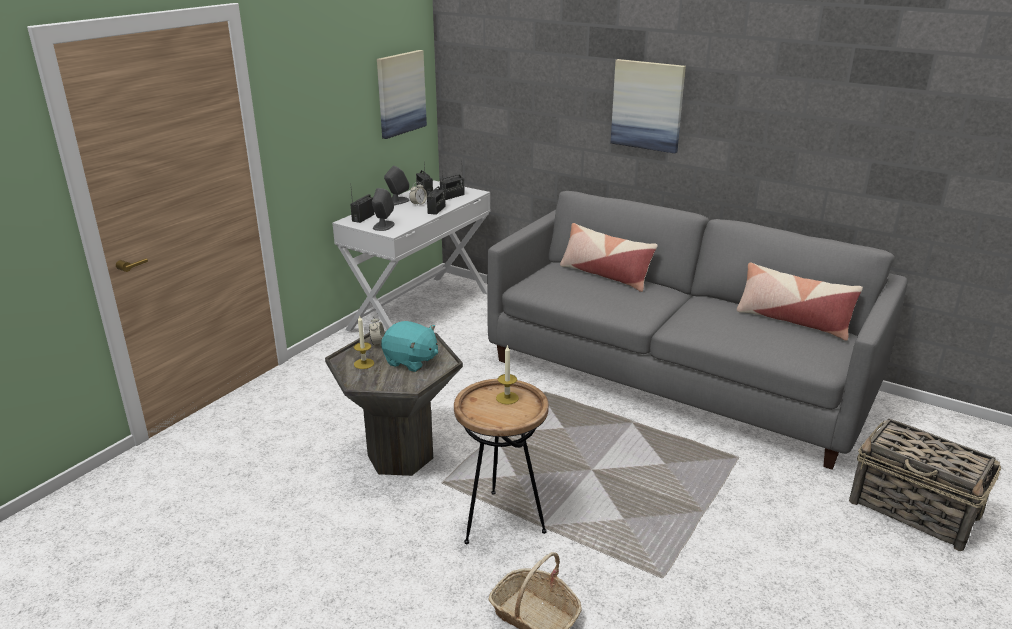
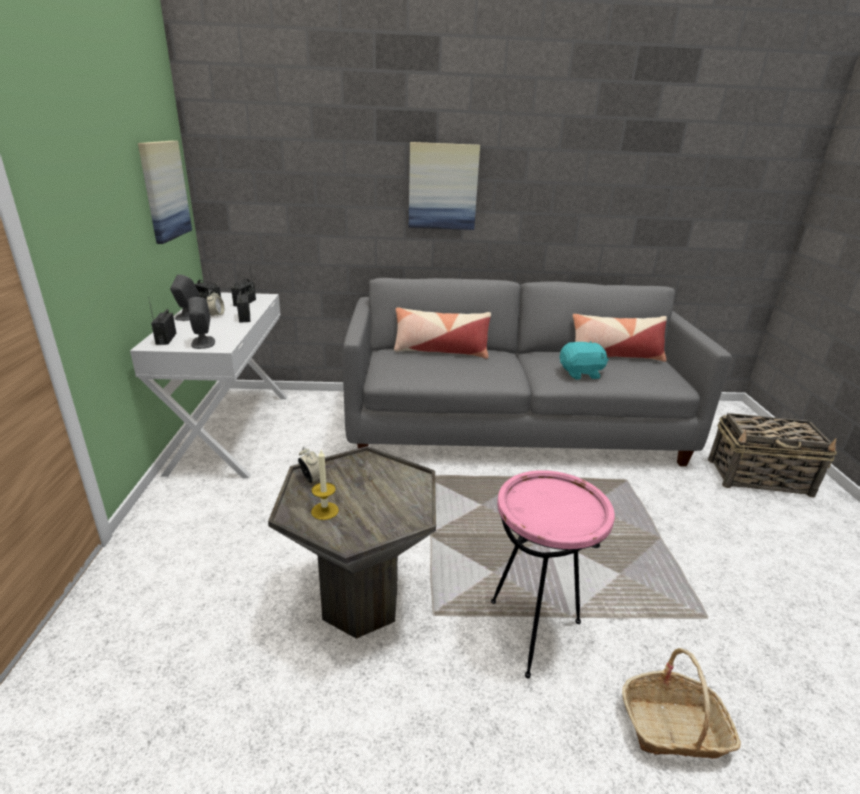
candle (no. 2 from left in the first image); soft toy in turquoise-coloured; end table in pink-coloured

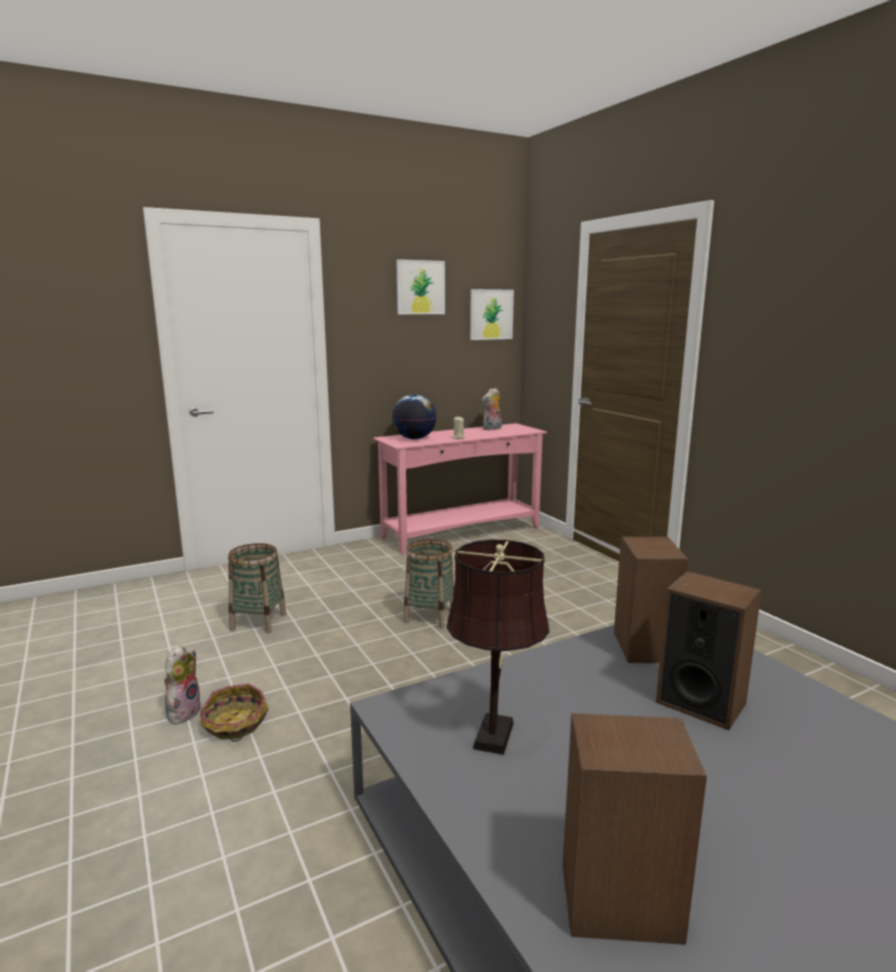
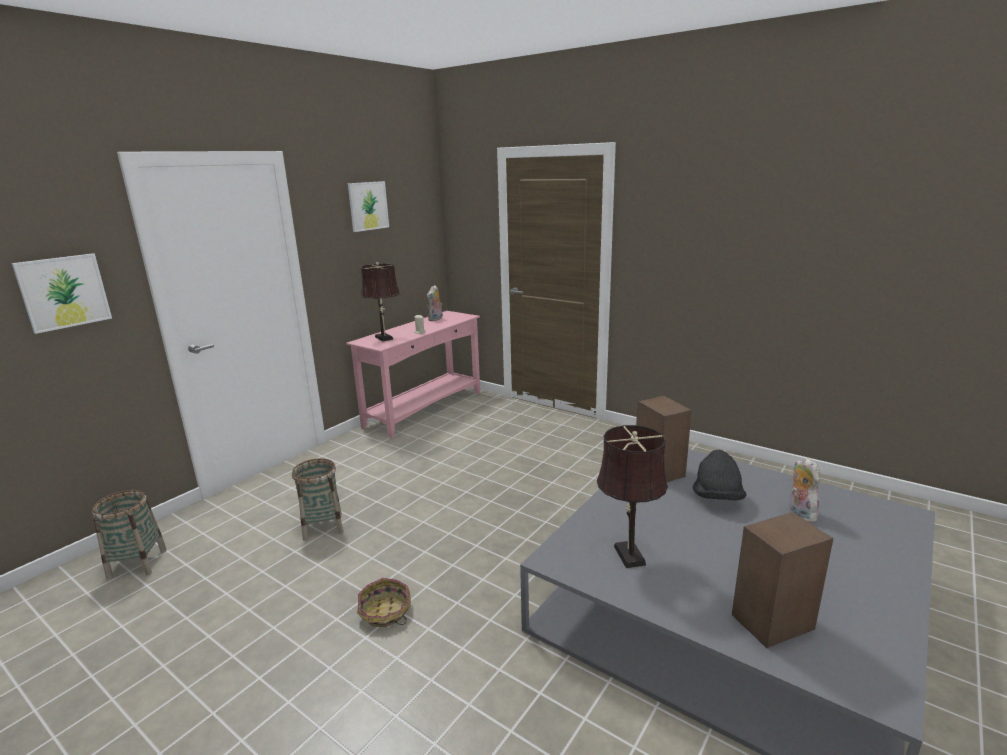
soft toy (no. 2 from left); household basket (no. 1 from left); picture (no. 1 from left); table lamp in brown (no. 1 from left); clothing hat in black

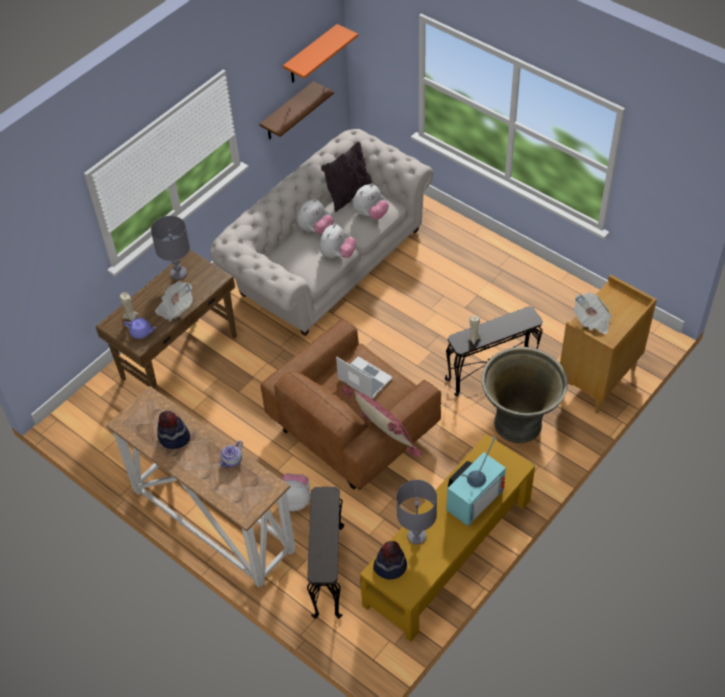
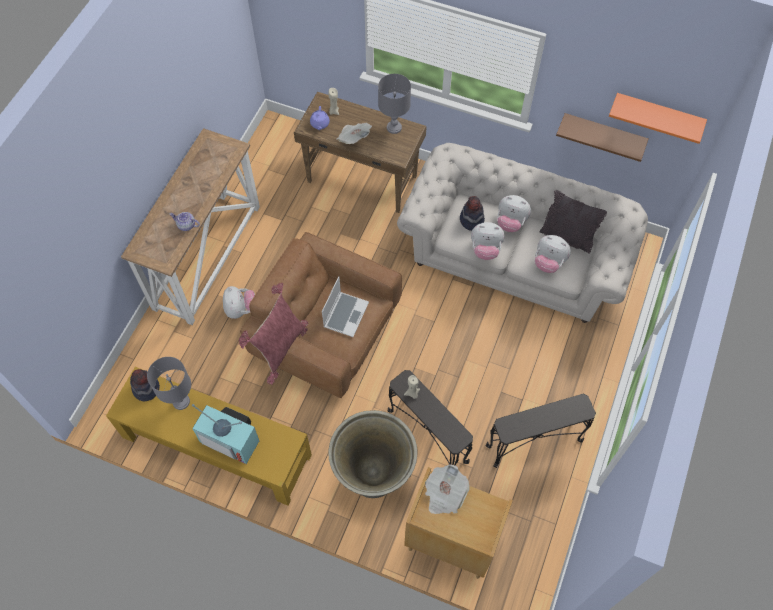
clothing hat (no. 2 from left); end table in black (no. 2 from left)

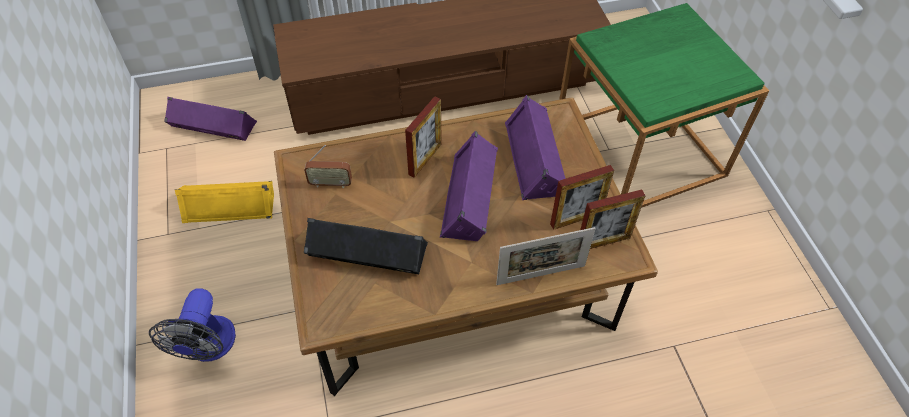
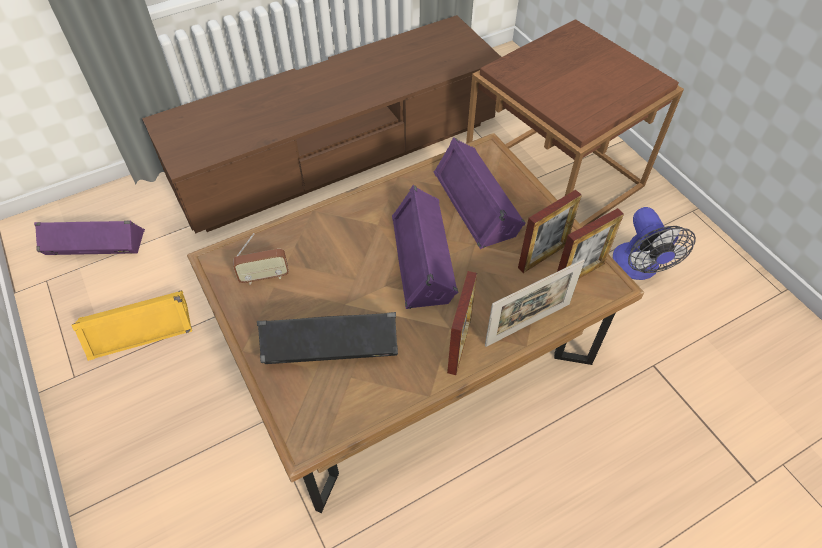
cooling fan; standing frame (no. 1 from left); end table in brown

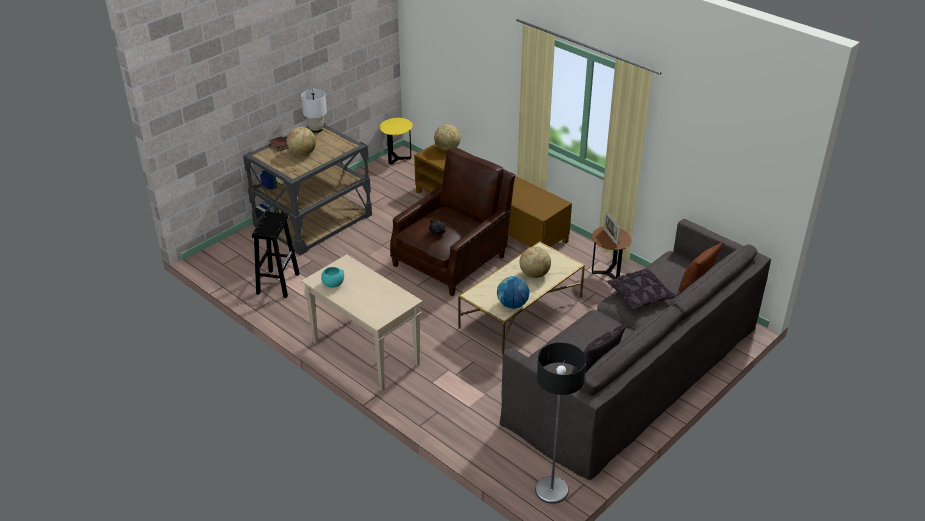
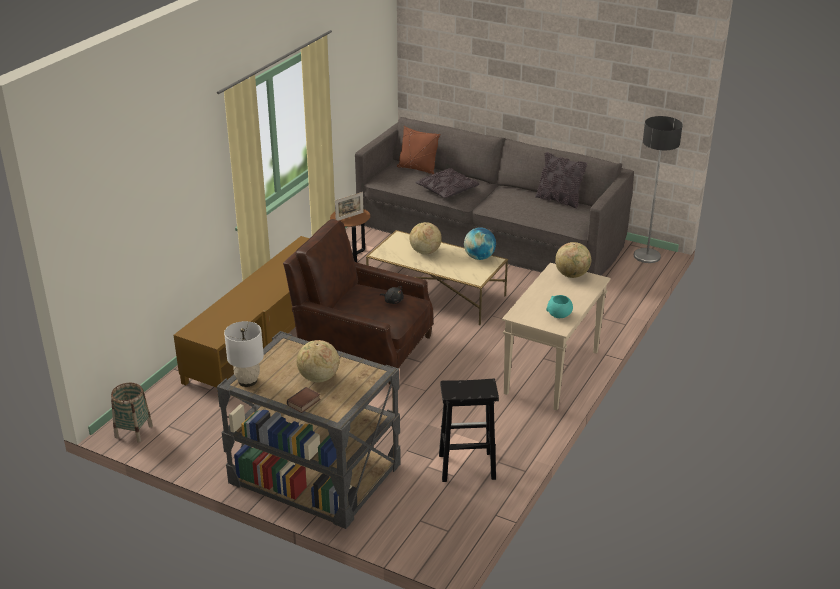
world globe (no. 4 from left); household basket

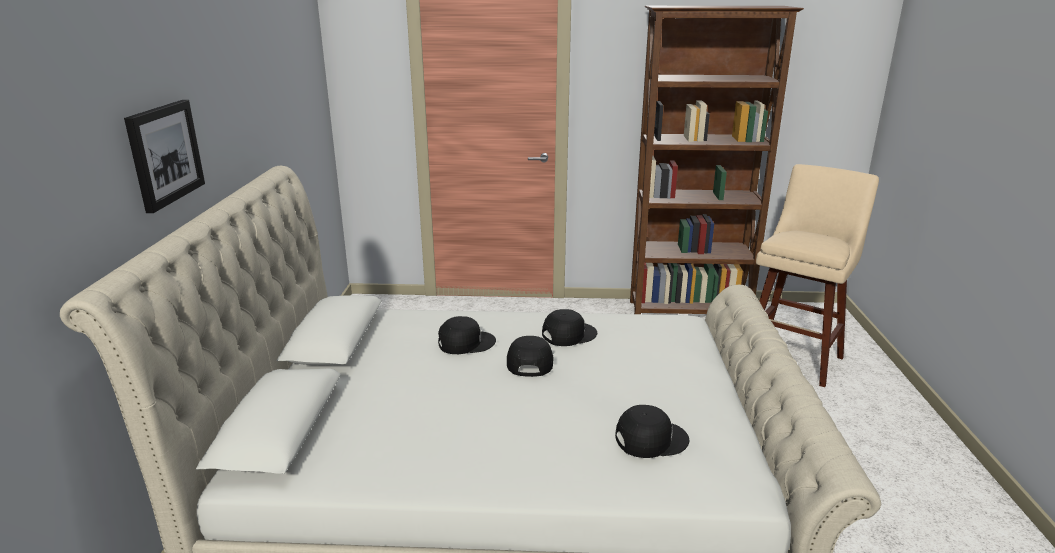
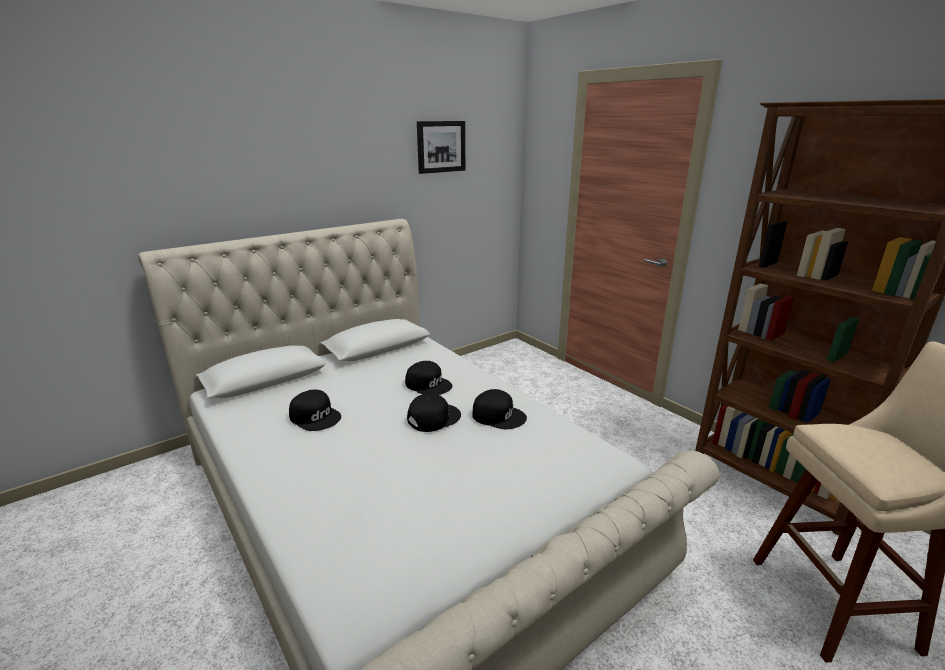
picture; peaked cap in black (no. 1 from left)

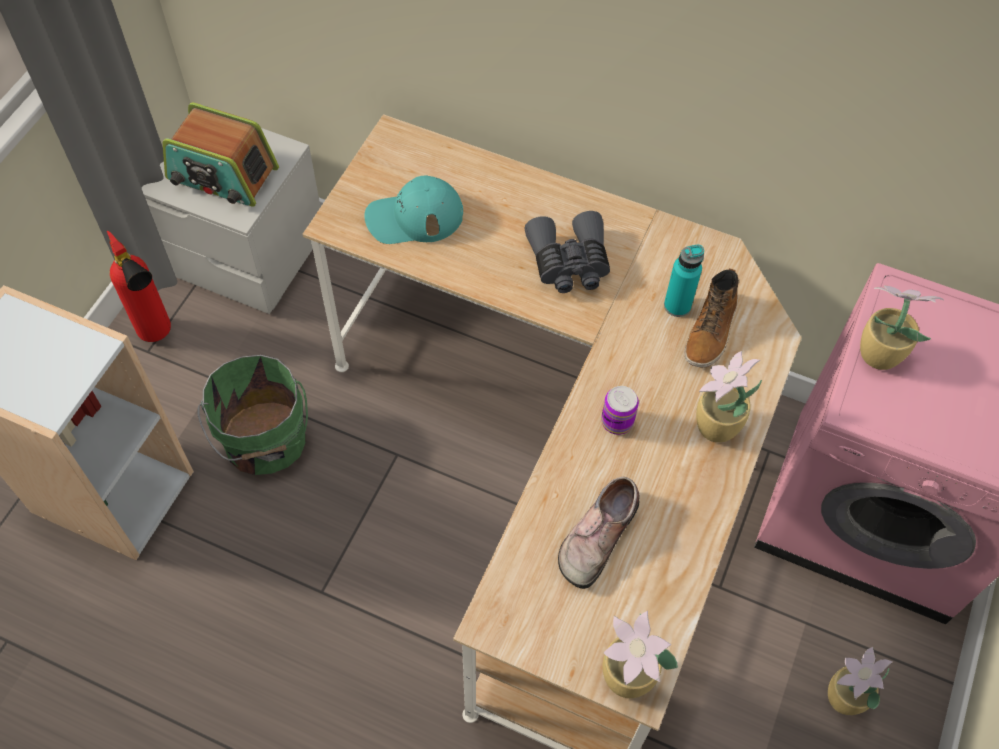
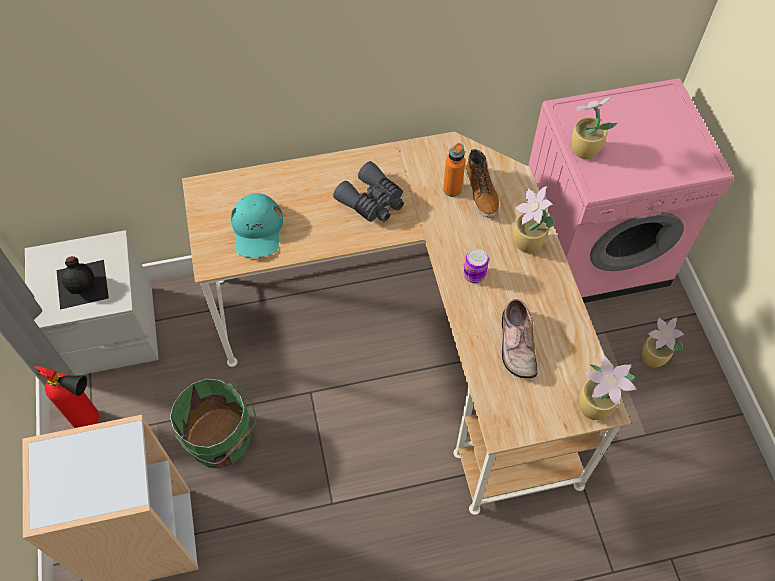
bottle in black; bottle in orangey; peaked cap in turquoise-coloured

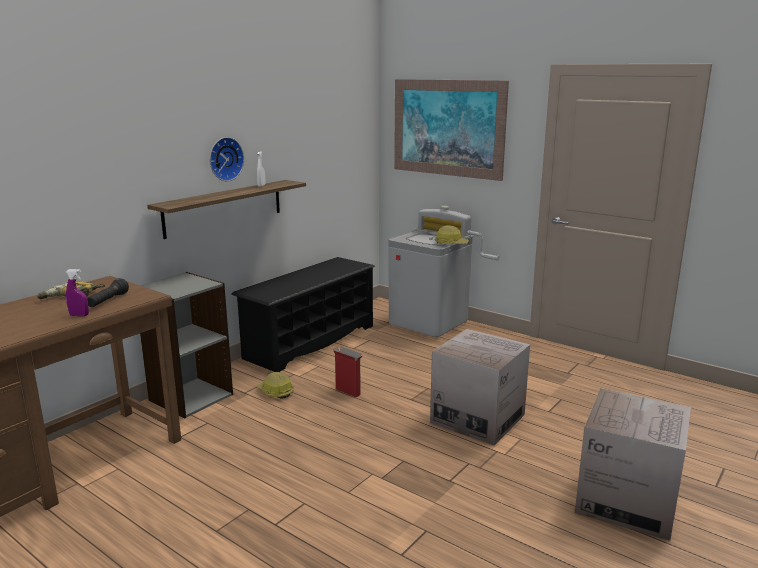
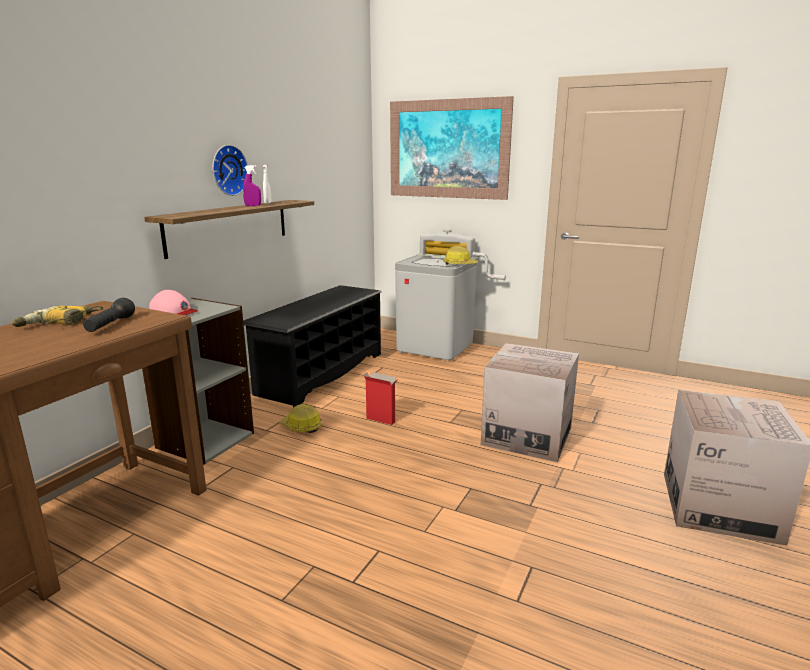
peaked cap in pink-coloured; spray bottle in purple

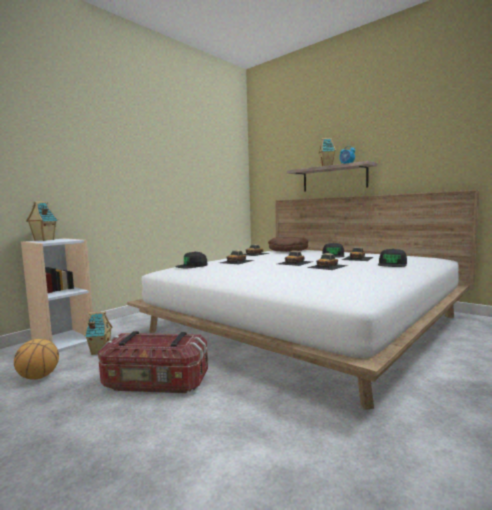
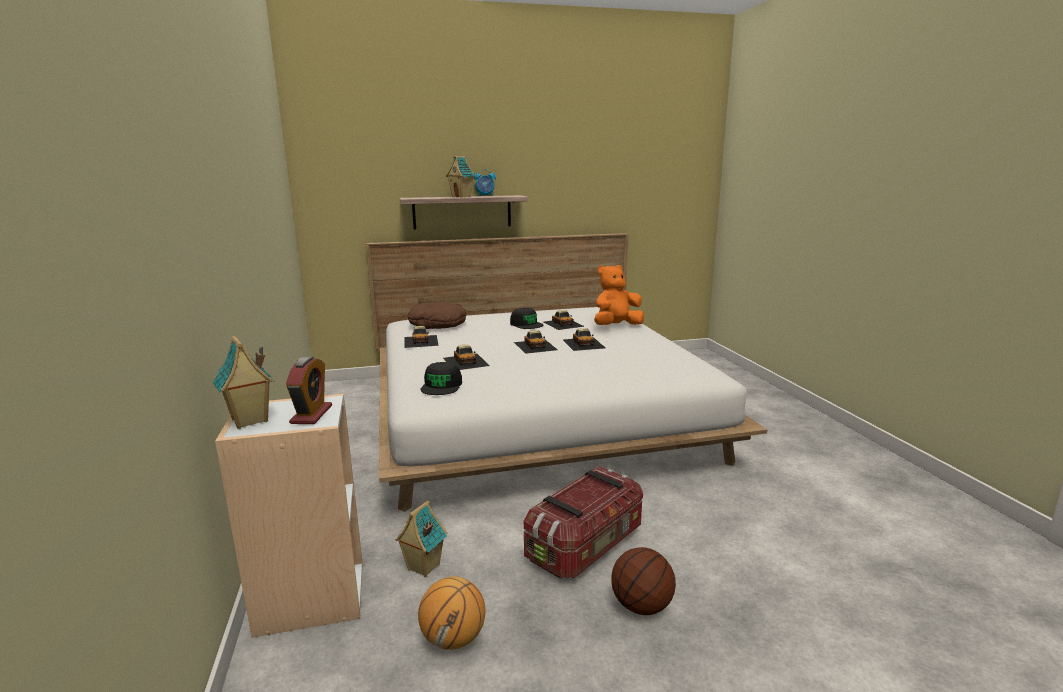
bedside clock (no. 1 from left); ball for basketball (no. 2 from left); soft toy in orangey

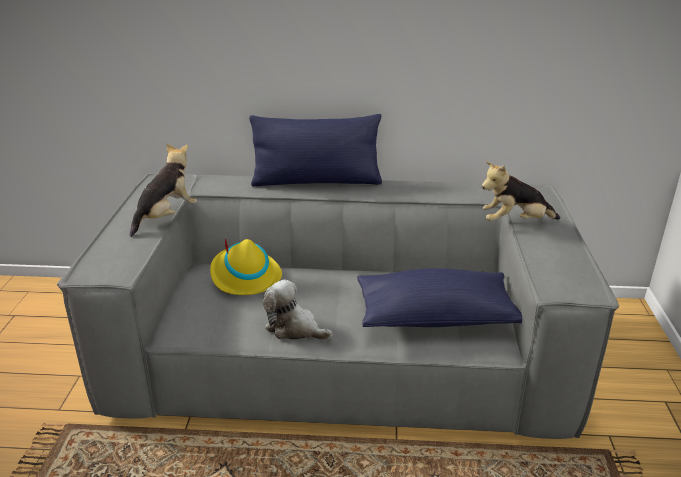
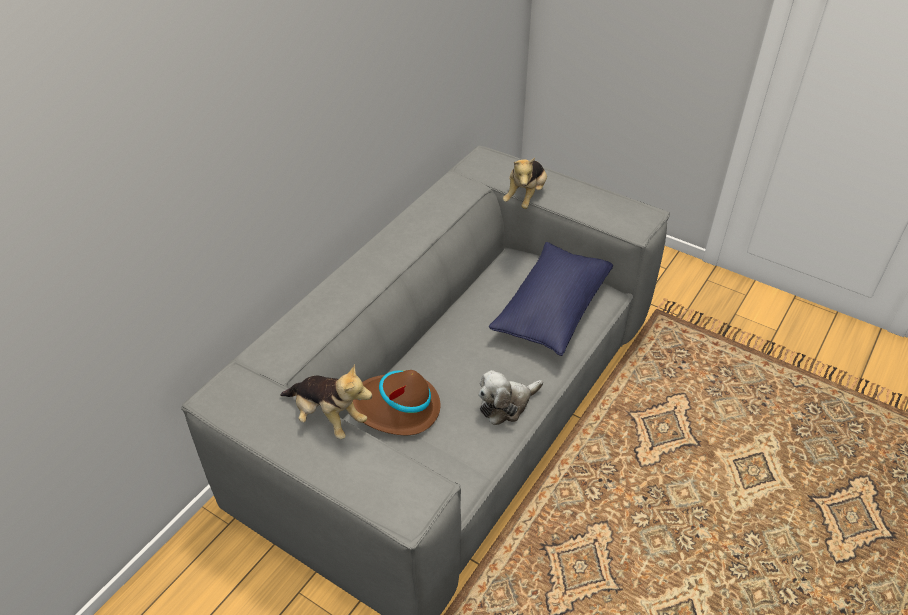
pillow in blue-coloured (no. 1 from left in the first image); clothing hat in brown; soft toy (no. 1 from left)

